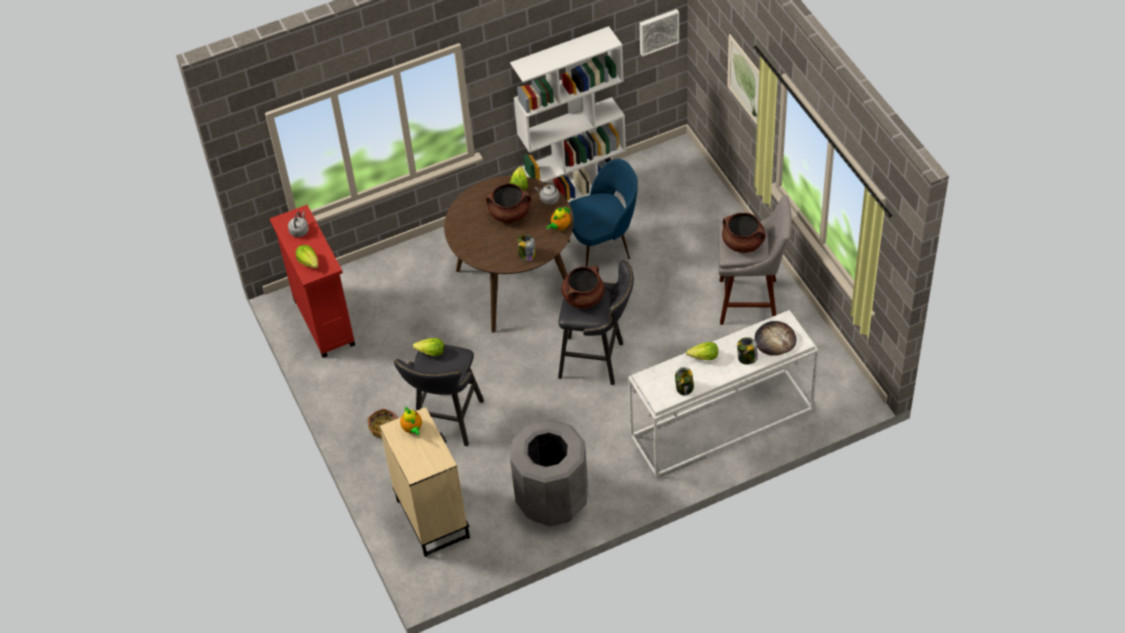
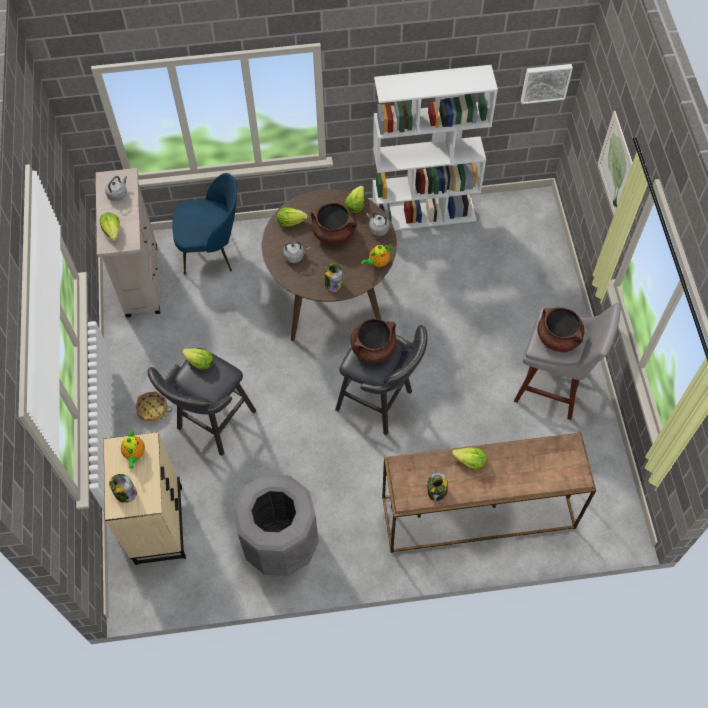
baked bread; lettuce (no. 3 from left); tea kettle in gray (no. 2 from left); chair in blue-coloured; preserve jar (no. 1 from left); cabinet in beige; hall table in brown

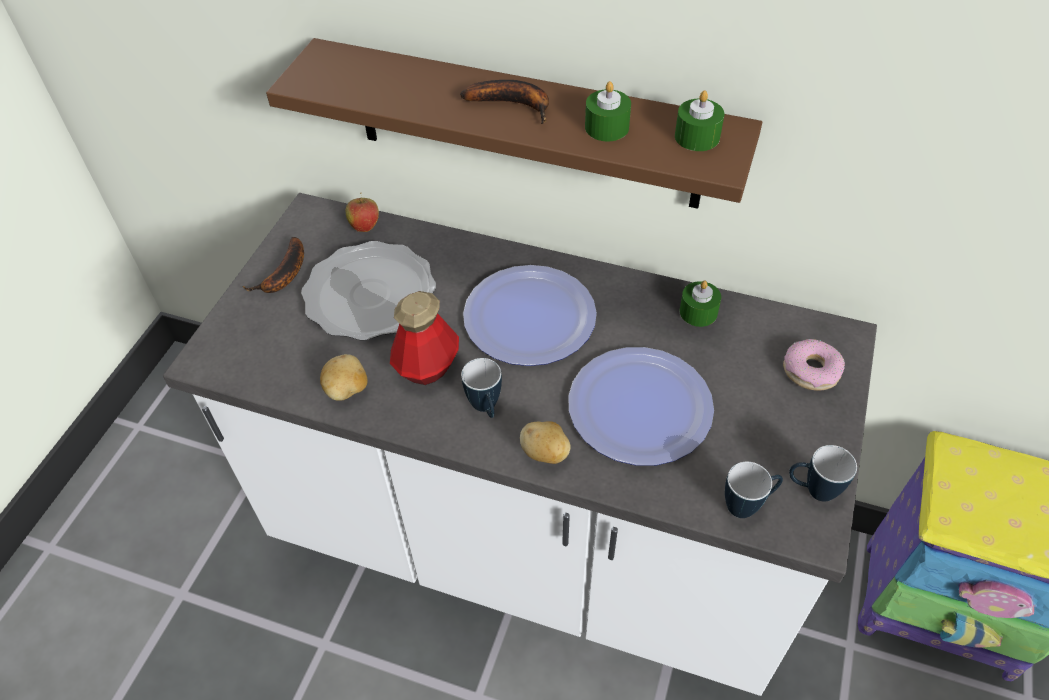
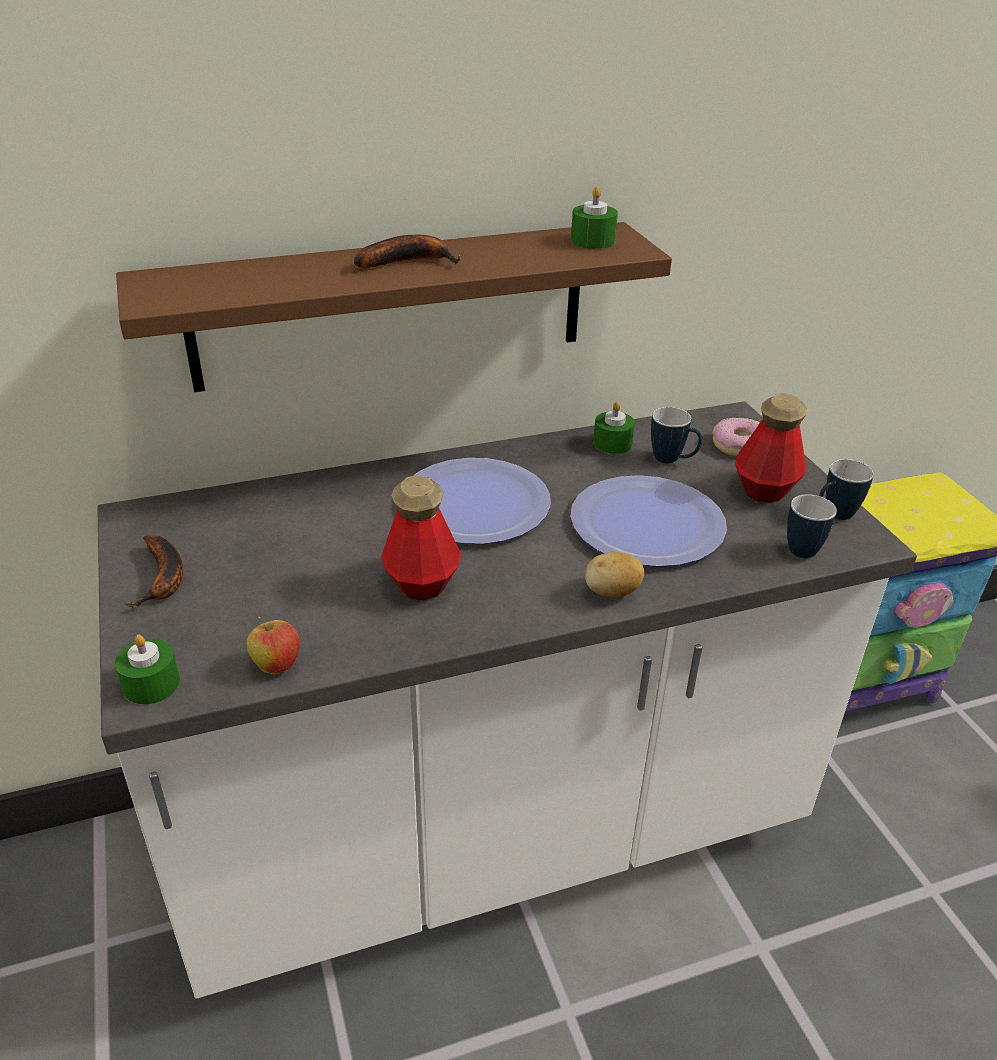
dinner plate (no. 1 from left in the first image); potato (no. 1 from left in the first image); bottle (no. 2 from left); apple; tea mug (no. 1 from left); candle in green-coloured (no. 1 from left)

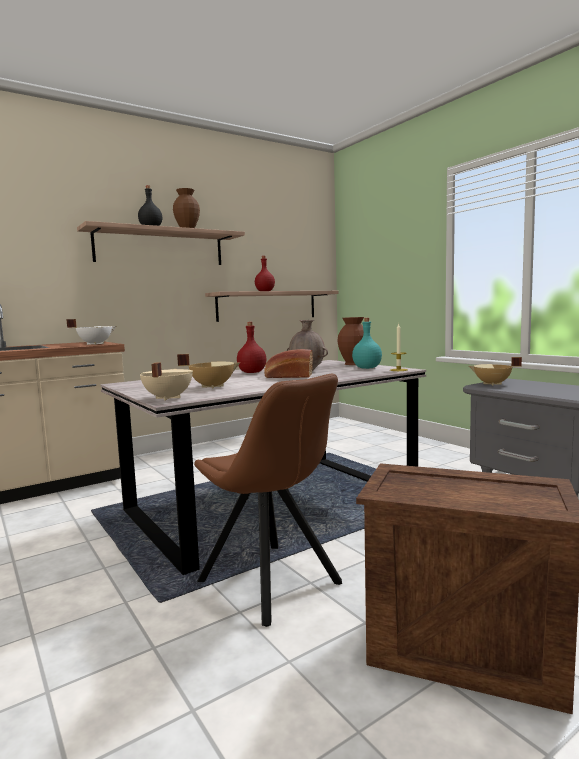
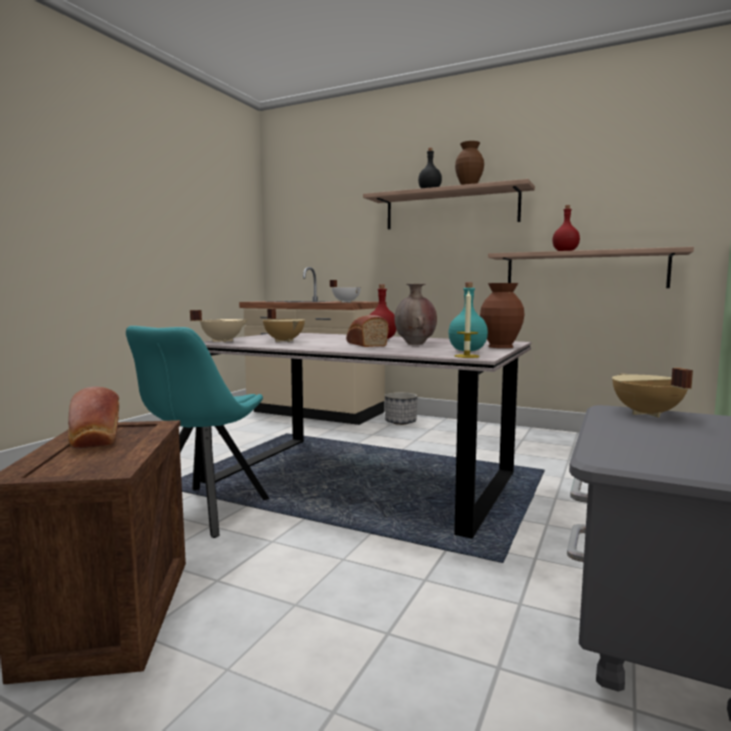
baked bread (no. 1 from left); planter; chair in turquoise-coloured

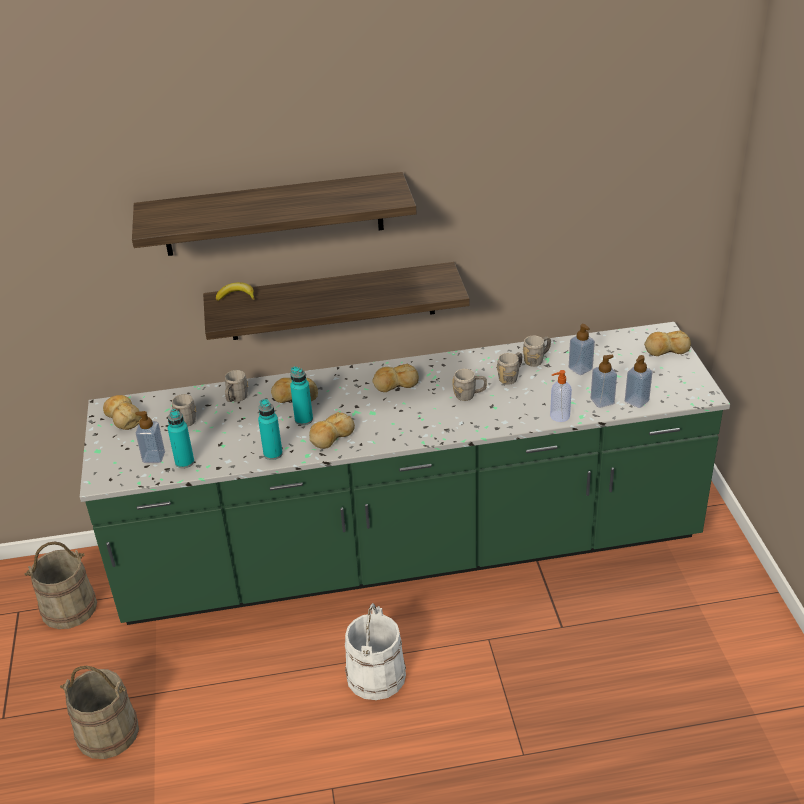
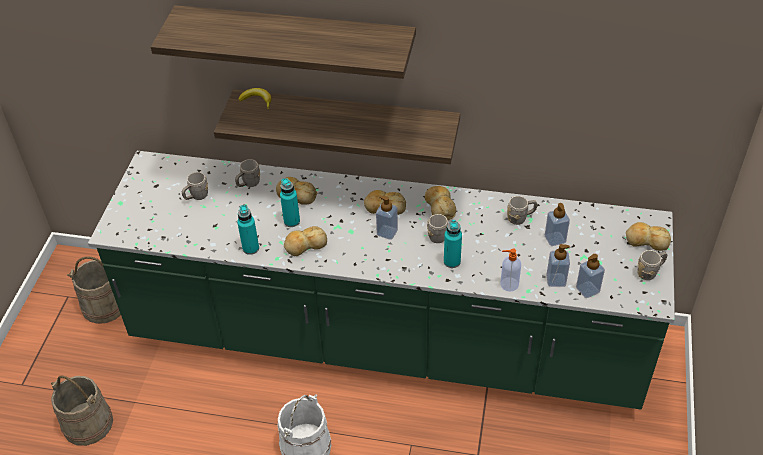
baked bread (no. 4 from left); soap bottle (no. 1 from left); bottle in turquoise-coloured (no. 3 from left); tea mug in gray (no. 5 from left)

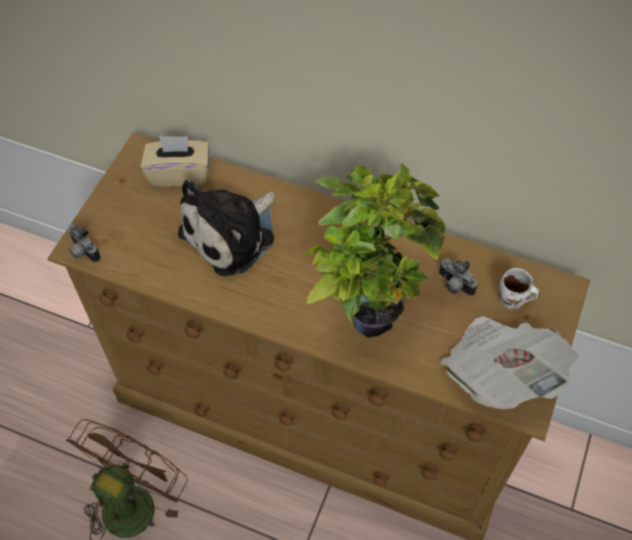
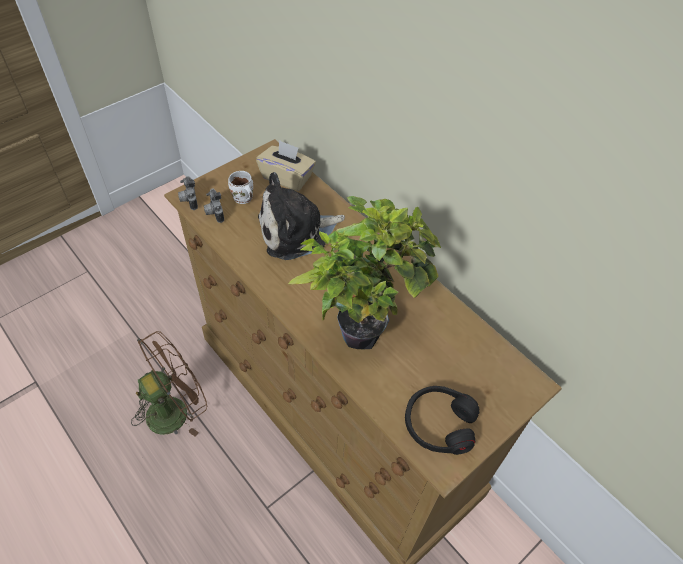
still camera (no. 2 from left); tea mug in whitish; pair of headphones in black

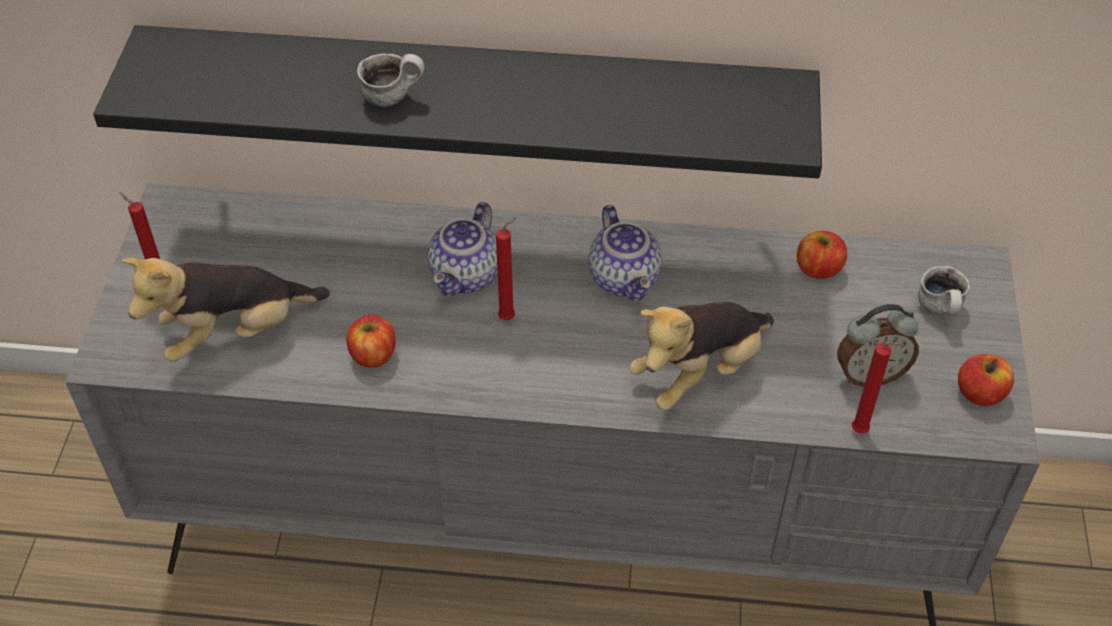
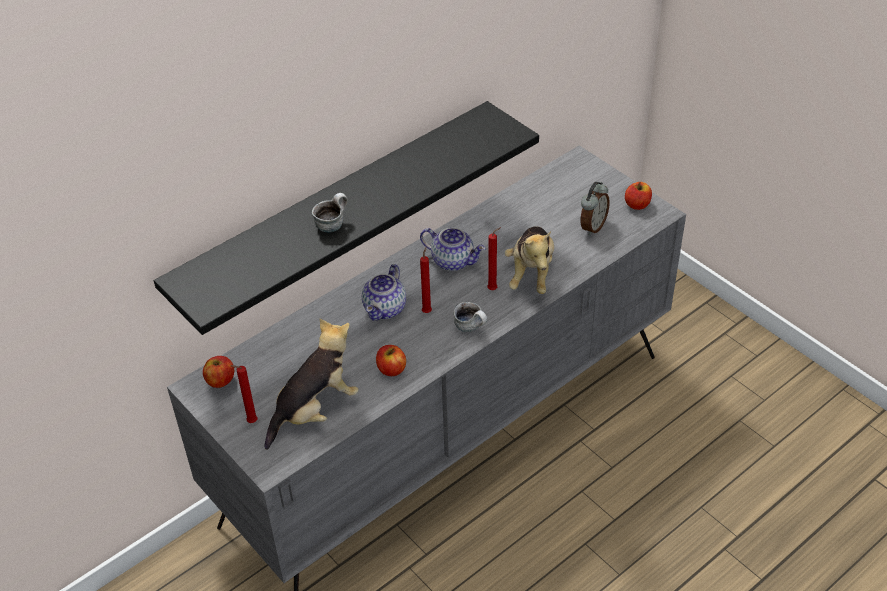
apple (no. 1 from left); candle in red (no. 3 from left); tea mug (no. 2 from left); soft toy (no. 1 from left); tea pot (no. 1 from left)

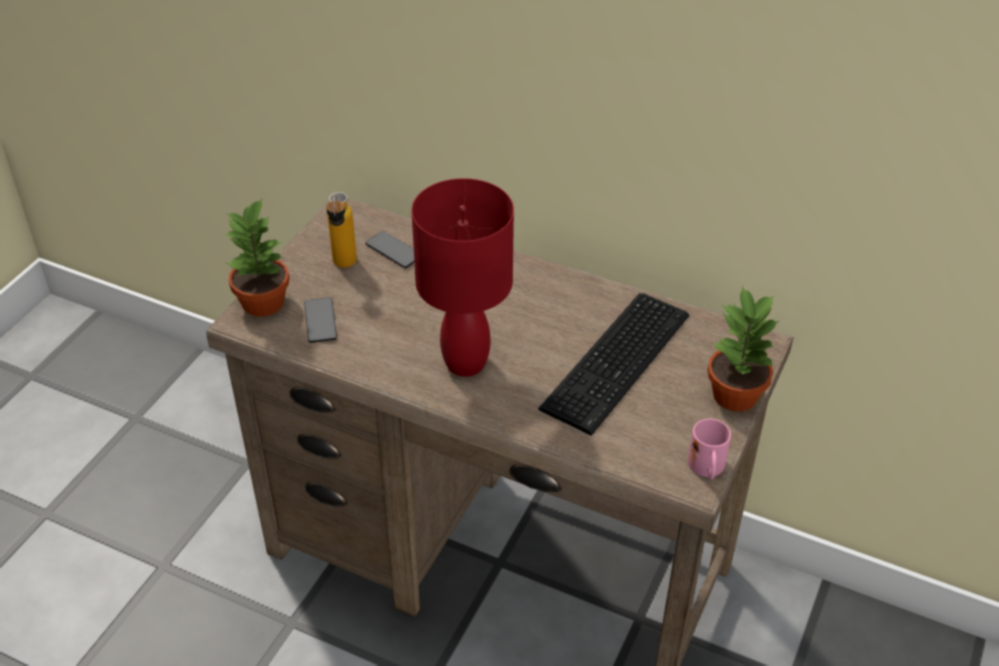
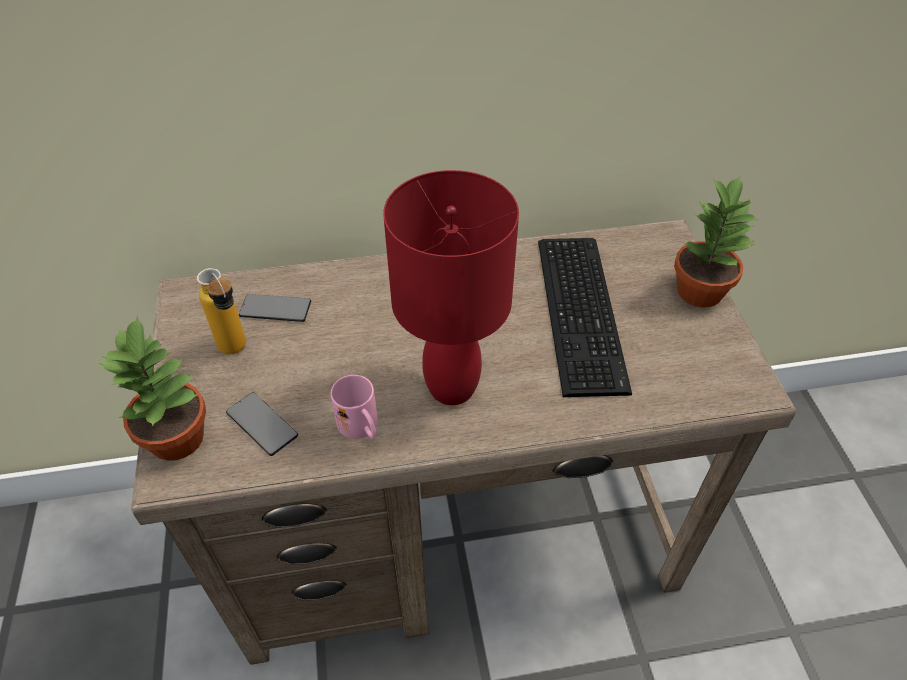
tea mug in pink-coloured

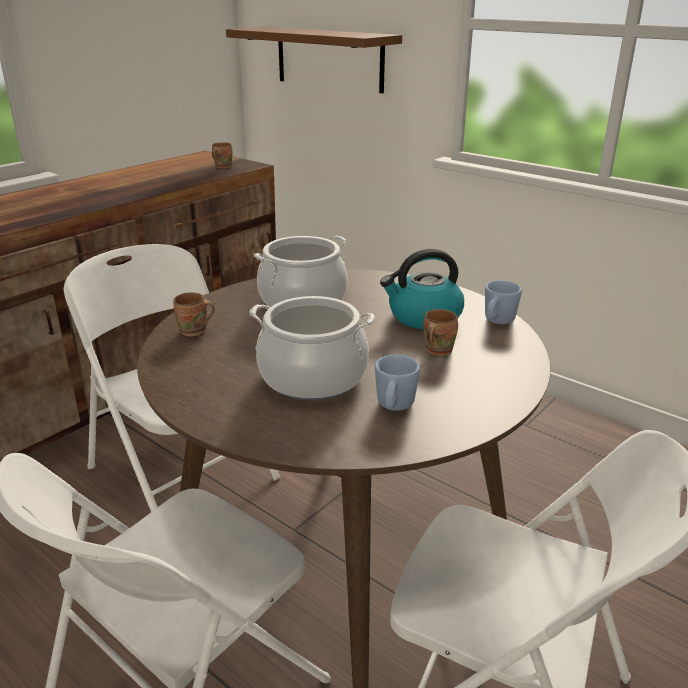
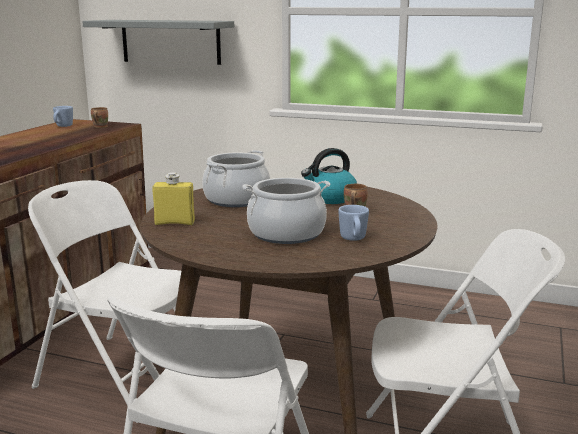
tea mug in blue-coloured (no. 1 from left); bottle in yellowish; shelf in gray

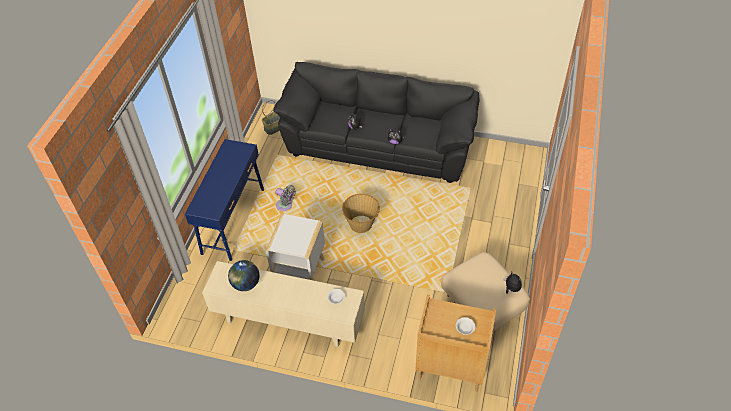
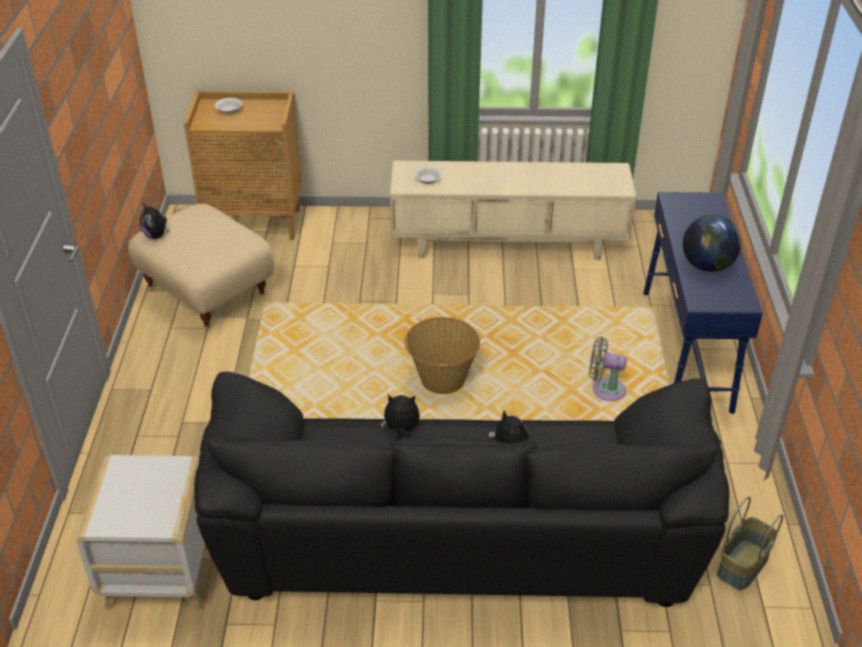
world globe; end table in whitish

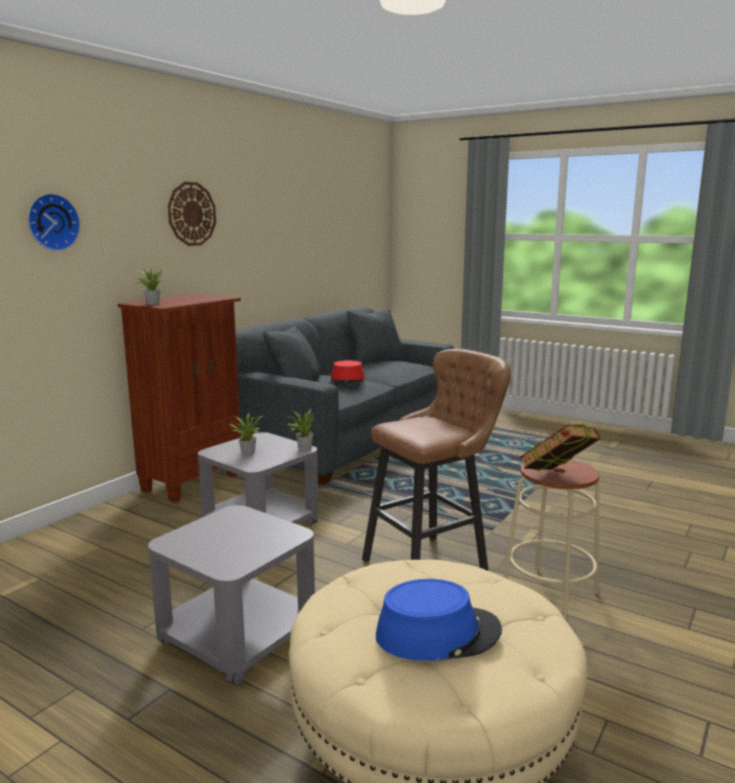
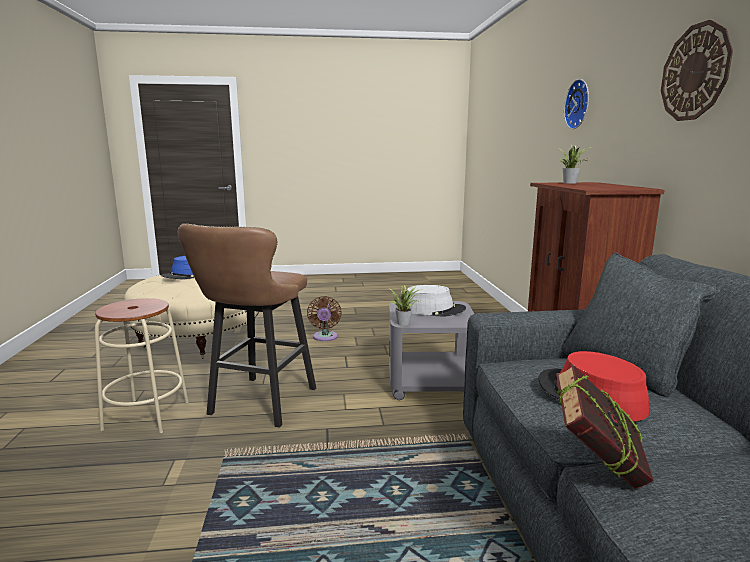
bound book; cooling fan in brown; clothing hat in gray

